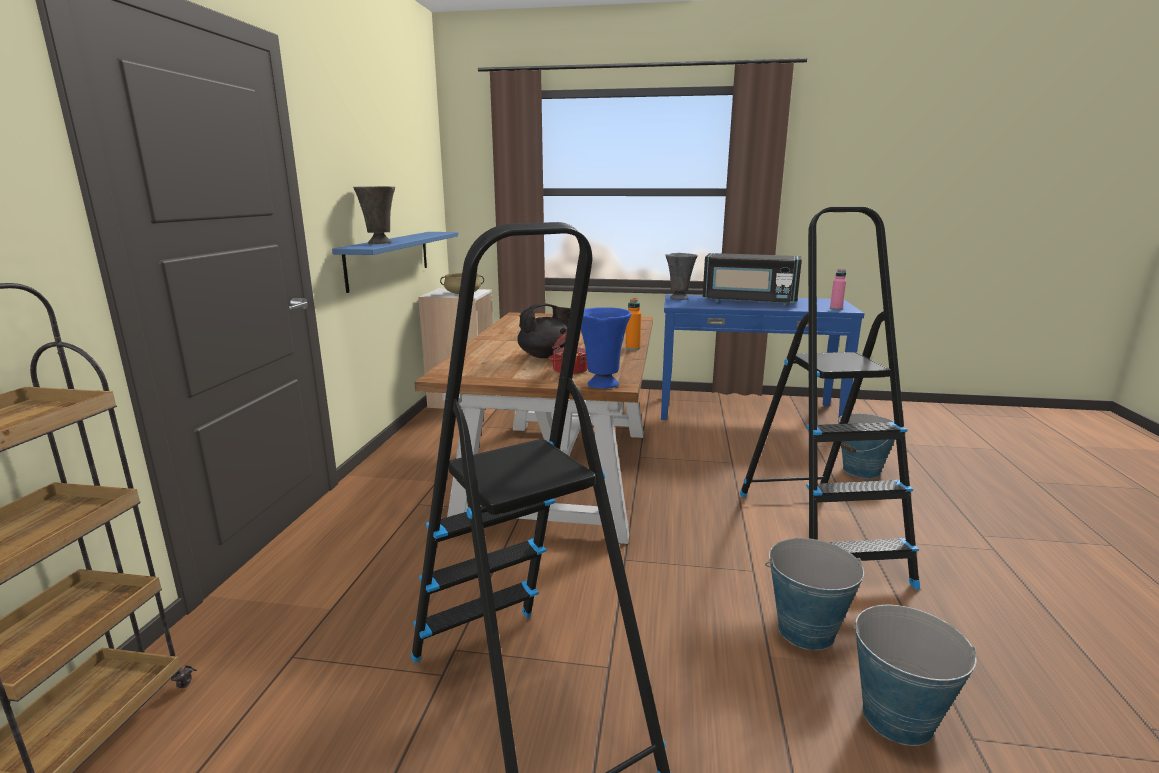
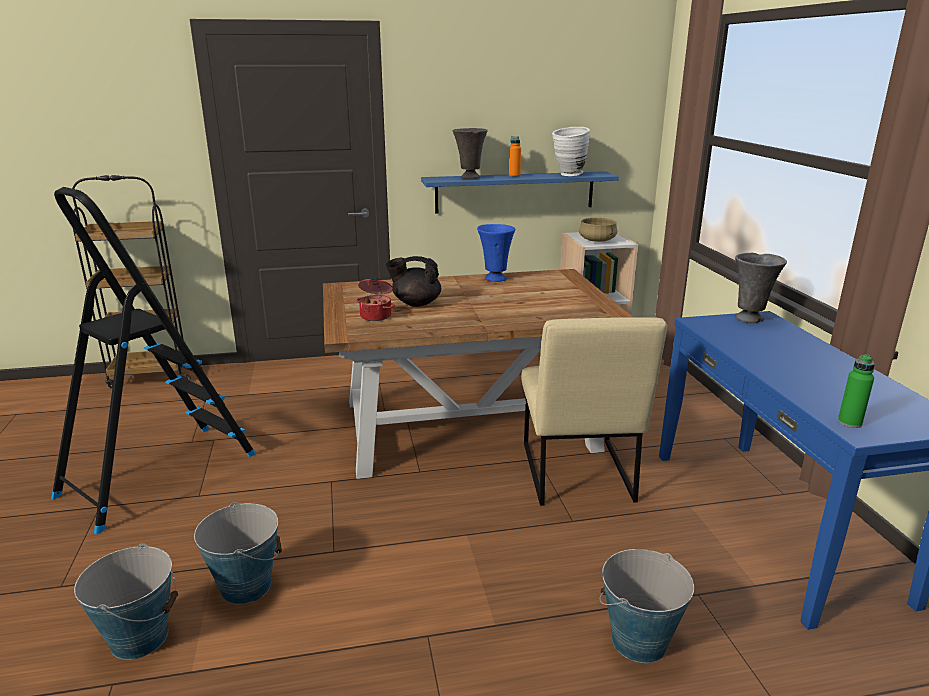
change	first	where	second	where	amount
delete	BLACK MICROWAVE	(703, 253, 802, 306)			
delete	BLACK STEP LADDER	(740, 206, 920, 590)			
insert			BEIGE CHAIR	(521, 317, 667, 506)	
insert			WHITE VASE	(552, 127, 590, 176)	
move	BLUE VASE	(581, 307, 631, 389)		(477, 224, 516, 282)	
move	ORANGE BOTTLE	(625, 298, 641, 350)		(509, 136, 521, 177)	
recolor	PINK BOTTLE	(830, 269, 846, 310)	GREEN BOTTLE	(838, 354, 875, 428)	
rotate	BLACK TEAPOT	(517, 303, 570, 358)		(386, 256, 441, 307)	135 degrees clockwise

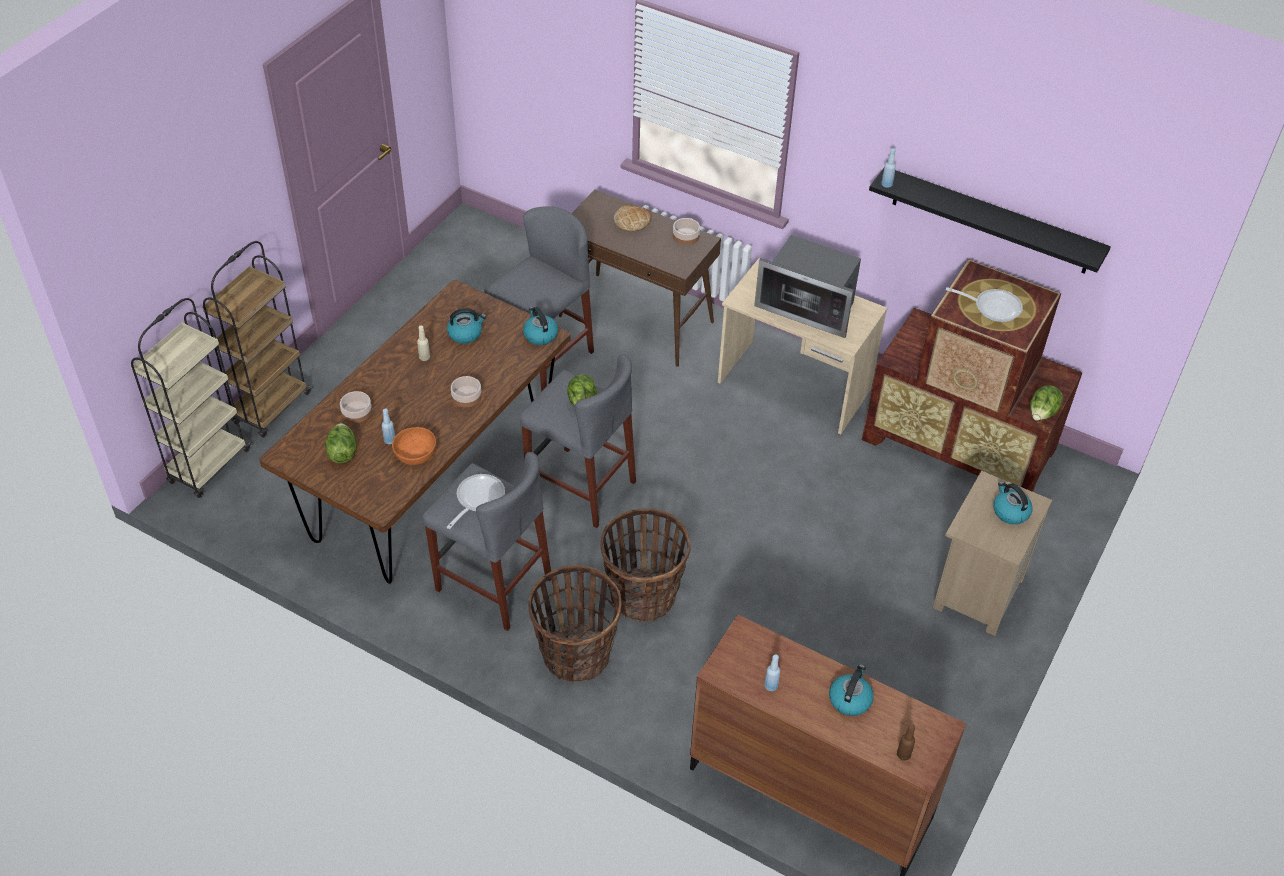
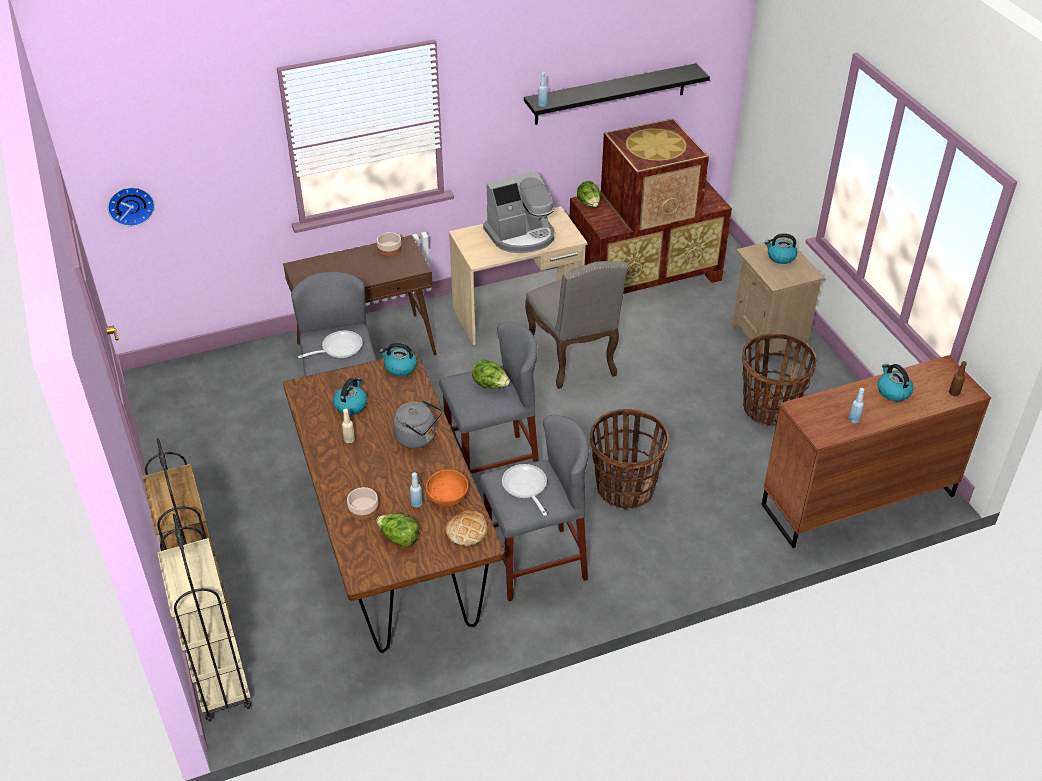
change	first	where	second	where	amount
insert			WALL CLOCK	(108, 187, 155, 226)	
insert			GREY CHAIR	(525, 261, 628, 389)	
move	BASKET	(528, 565, 621, 683)		(742, 333, 817, 426)	
move	BREAD	(614, 205, 651, 232)		(445, 510, 488, 546)	
move	FRYING PAN	(946, 287, 1023, 322)		(298, 331, 363, 358)	
move	LETTUCE	(1030, 385, 1063, 421)		(577, 181, 601, 207)	
replace	BOWL	(451, 376, 482, 407)	GREY KETTLE	(393, 400, 442, 449)	
replace	MICROWAVE	(754, 235, 861, 338)	COFFEE MACHINE	(483, 171, 555, 253)	

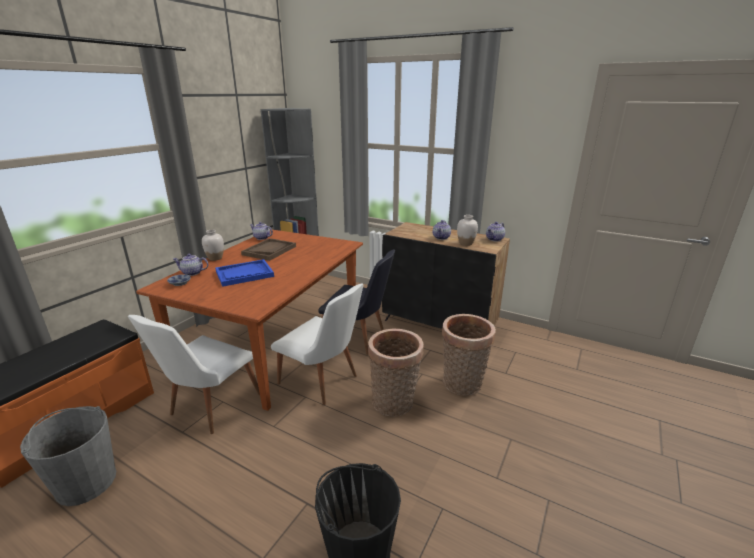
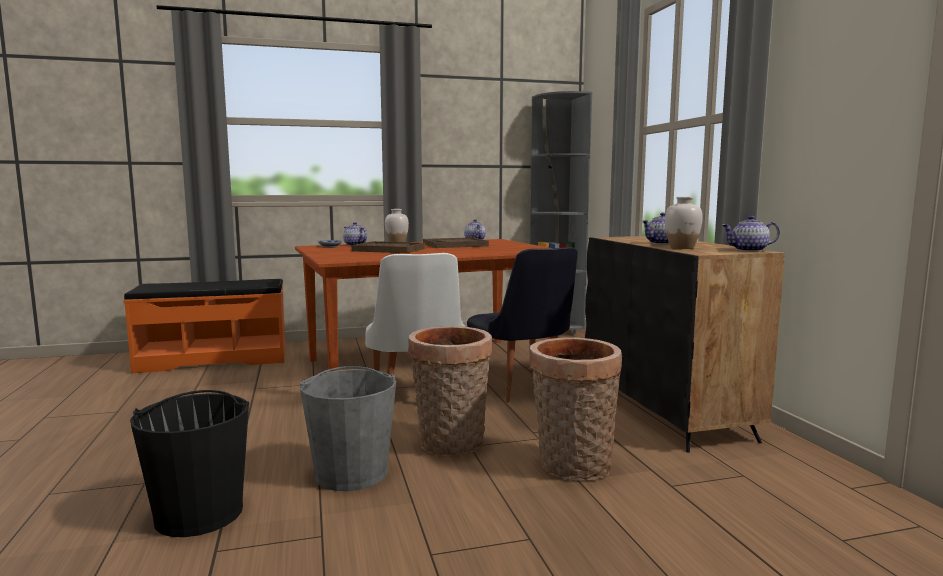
change	first	where	second	where	amount
delete	WHITE CHAIR	(128, 315, 260, 434)			
move	GREY BUCKET	(20, 406, 116, 506)		(300, 366, 396, 491)	
recolor	BLUE TRAY	(215, 259, 274, 287)	BROWN TRAY	(351, 241, 425, 253)	

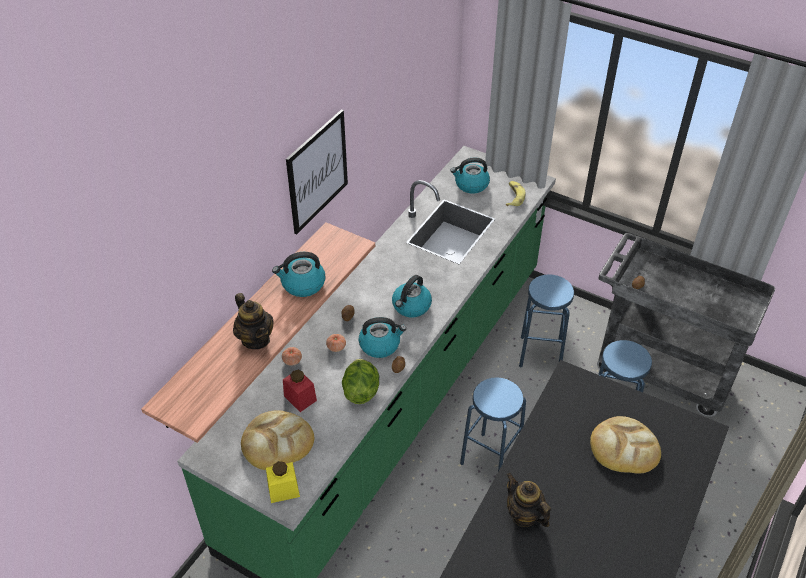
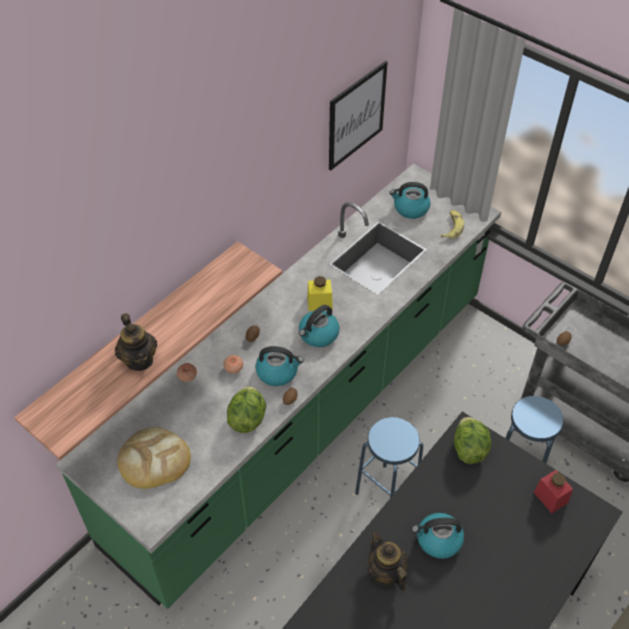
change	first	where	second	where	amount
delete	BLUE STOOL	(519, 274, 574, 368)			
delete	BREAD	(590, 416, 661, 474)			
insert			LETTUCE	(454, 417, 492, 464)	
move	YELLOW JAR	(266, 461, 300, 503)		(307, 276, 333, 311)	
move	KETTLE	(272, 252, 325, 297)		(412, 513, 464, 559)	
move	RED JAR	(283, 369, 317, 412)		(534, 470, 573, 513)	
move	PICTURE	(286, 109, 348, 234)		(329, 61, 388, 171)	

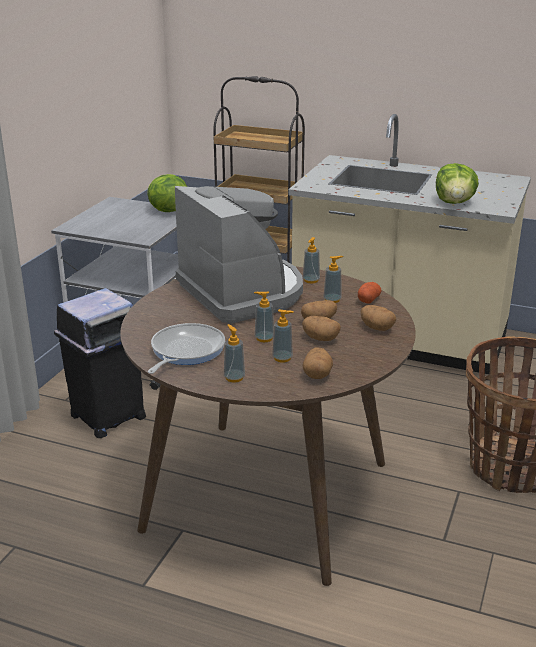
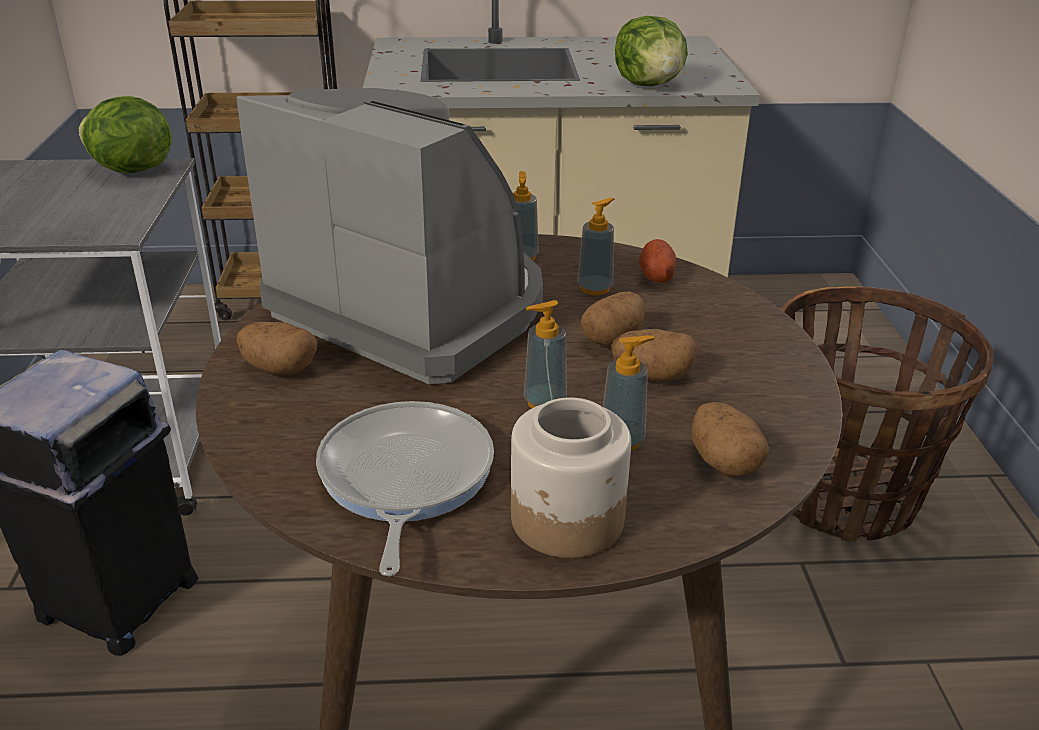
change	first	where	second	where	amount
move	POTATO	(361, 305, 396, 331)		(236, 322, 317, 374)	
replace	SOAP DISPENSER	(224, 324, 245, 383)	JAR	(511, 397, 631, 558)	

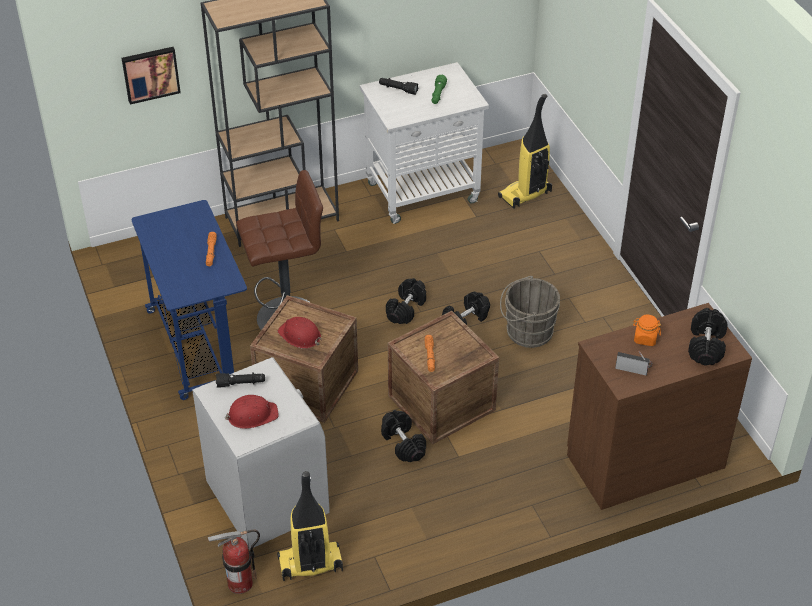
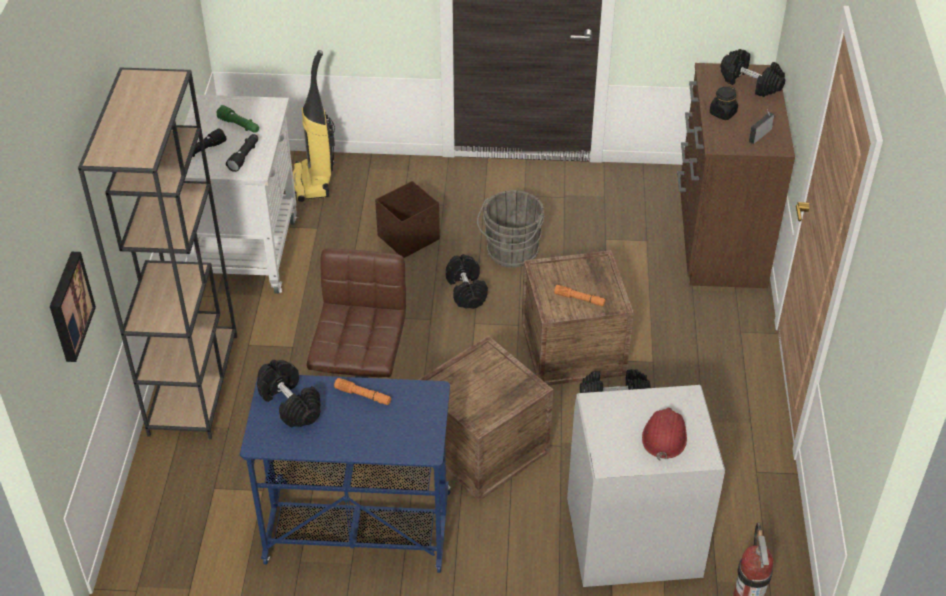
change	first	where	second	where	amount
delete	VACUUM CLEANER	(277, 471, 343, 581)			
delete	RED HARD HAT	(278, 317, 322, 349)			
insert			BROWN STORAGE BOX	(375, 181, 440, 258)	
move	BLACK FLASHLIGHT	(216, 372, 265, 388)		(226, 134, 258, 172)	
move	BLACK DUMBBELL	(386, 278, 426, 324)		(257, 360, 321, 427)	
recolor	ORANGE JAR	(633, 315, 661, 346)	BLACK JAR	(710, 86, 738, 120)	

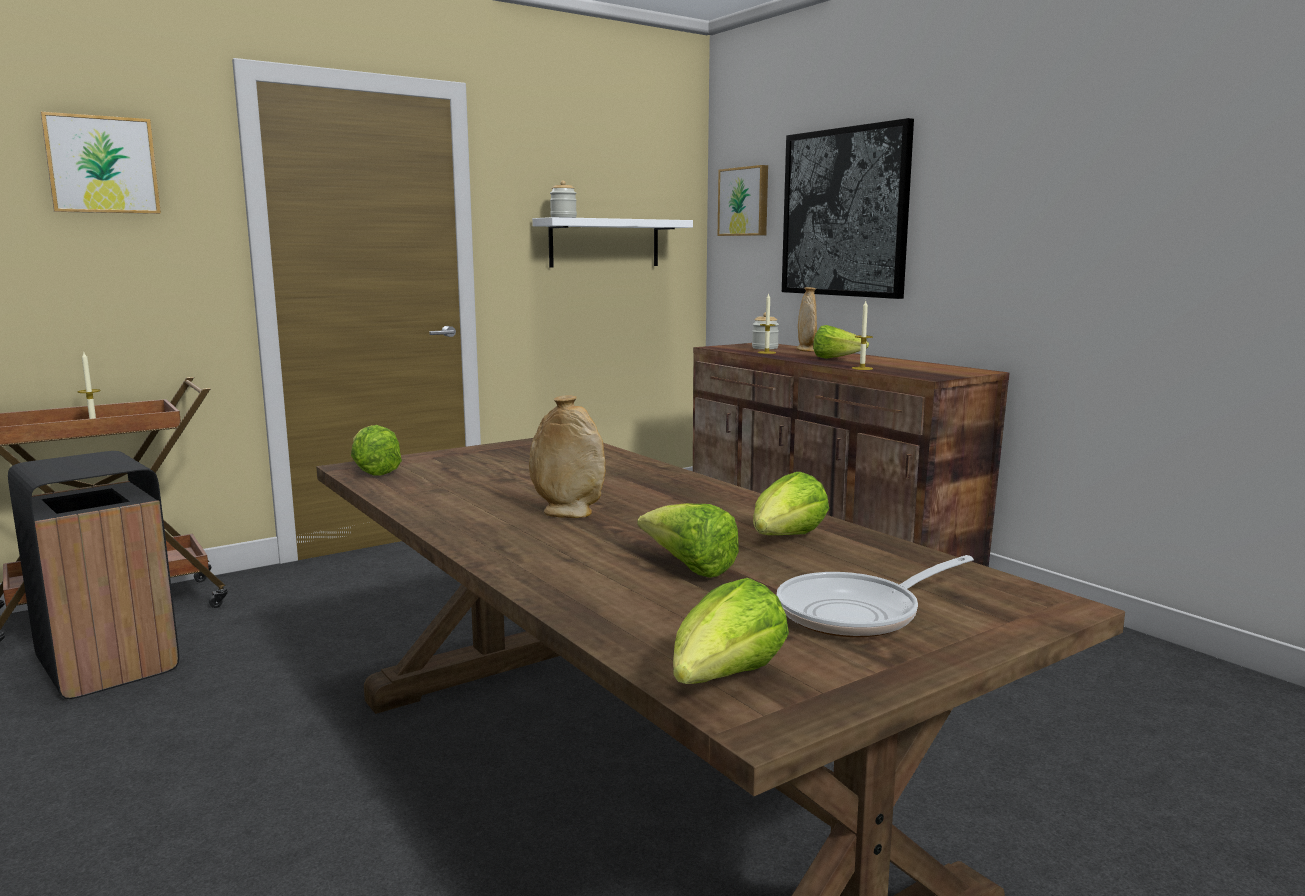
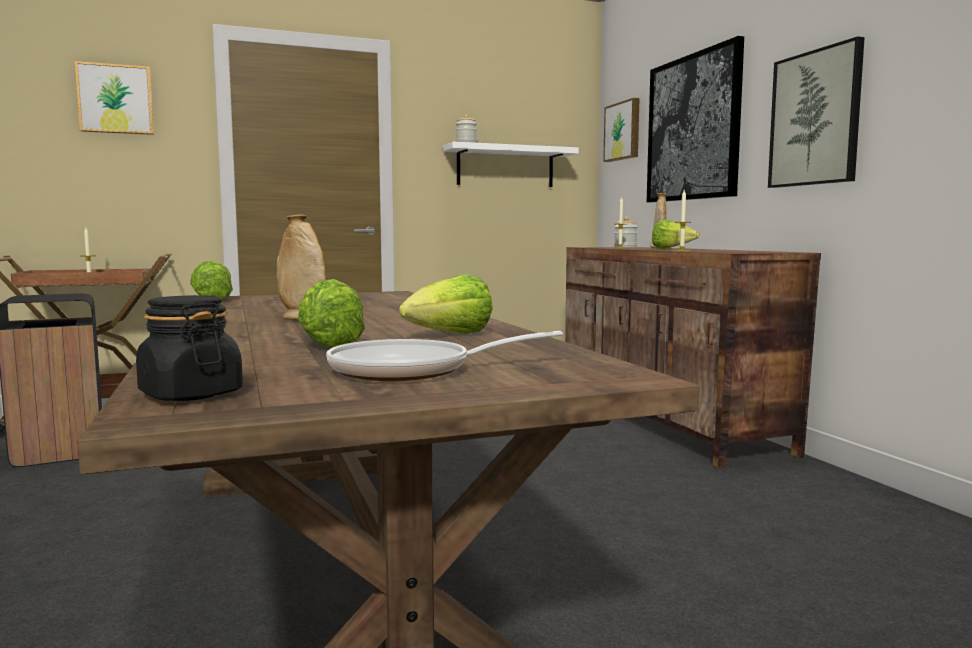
change	first	where	second	where	amount
insert			PICTURE	(768, 36, 865, 188)	
replace	LETTUCE	(673, 578, 789, 684)	BLACK JAR	(136, 295, 243, 401)	

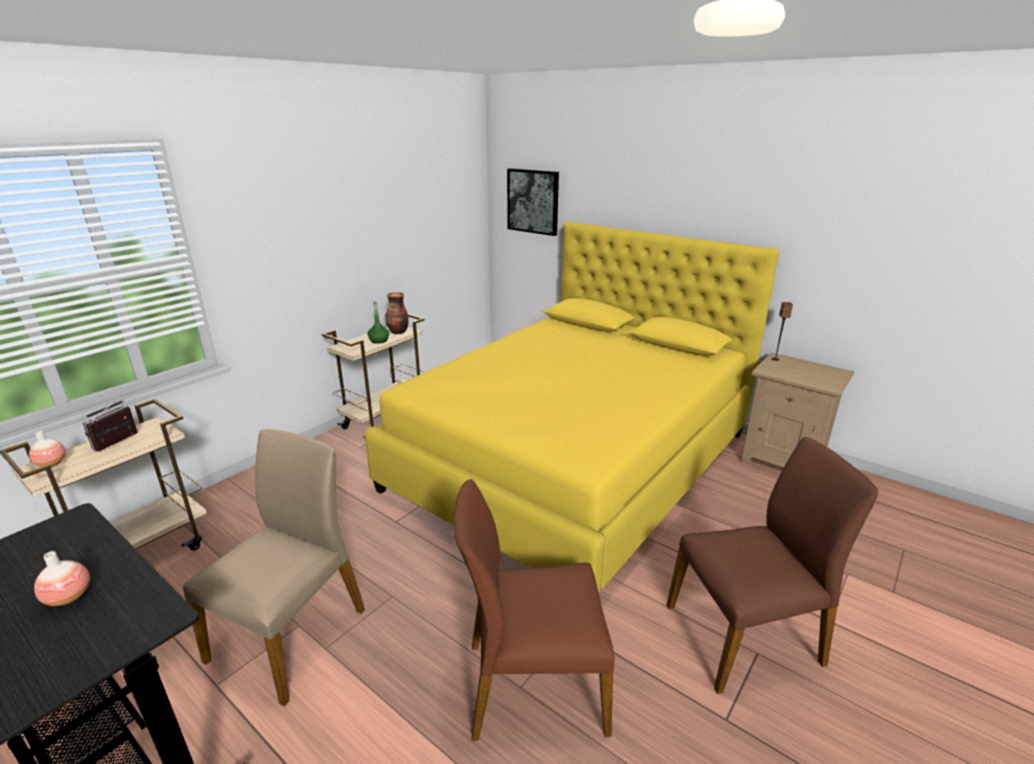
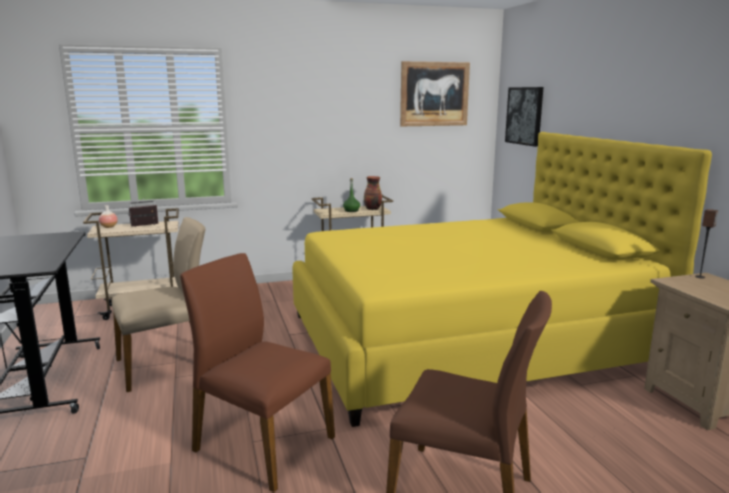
change	first	where	second	where	amount
delete	VASE	(34, 551, 90, 606)			
insert			PICTURE	(400, 61, 470, 126)	

